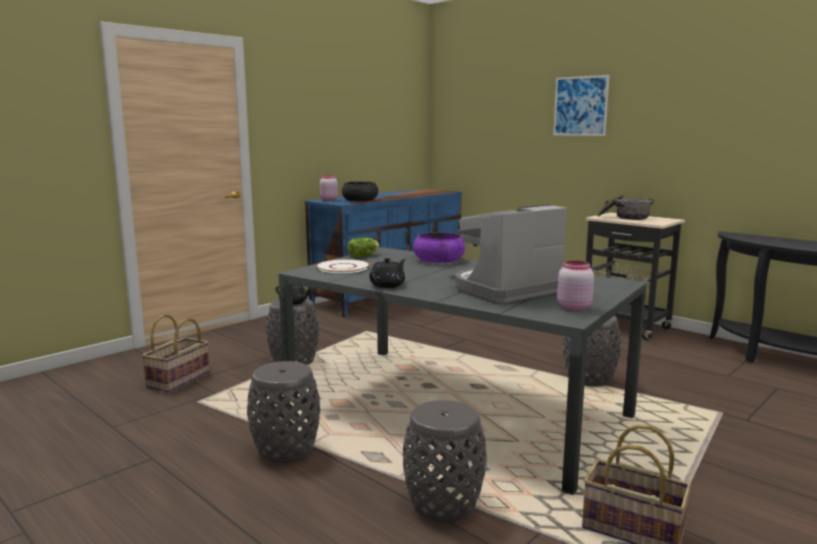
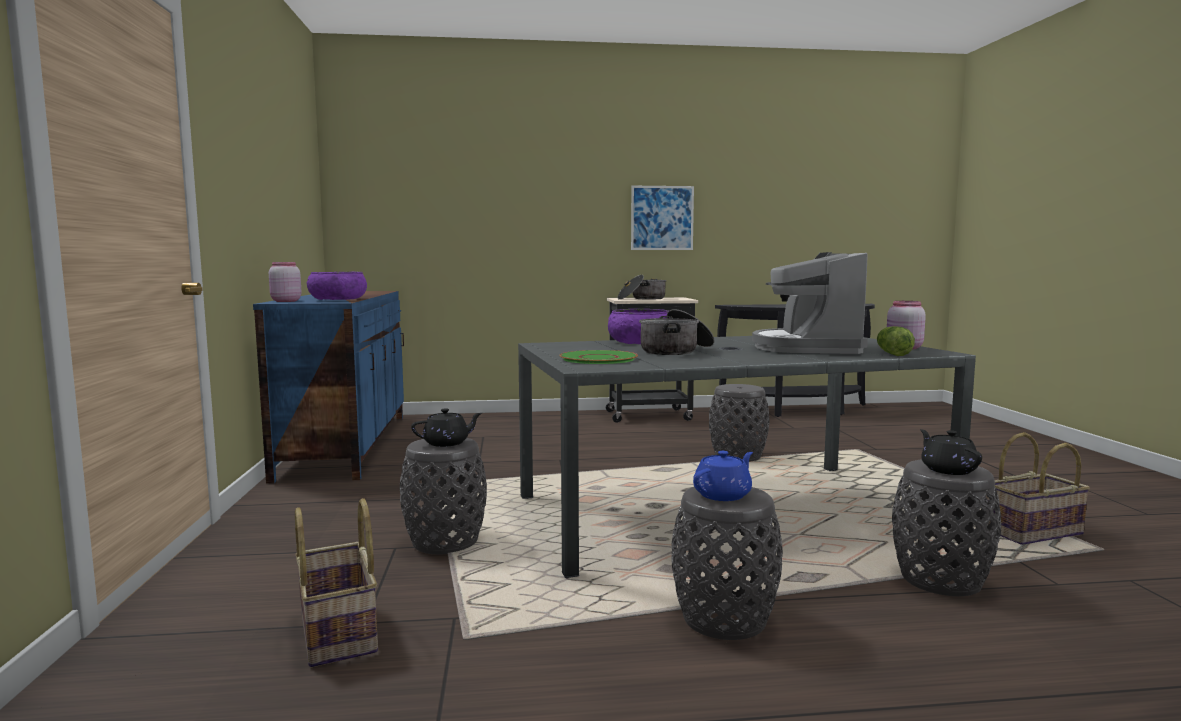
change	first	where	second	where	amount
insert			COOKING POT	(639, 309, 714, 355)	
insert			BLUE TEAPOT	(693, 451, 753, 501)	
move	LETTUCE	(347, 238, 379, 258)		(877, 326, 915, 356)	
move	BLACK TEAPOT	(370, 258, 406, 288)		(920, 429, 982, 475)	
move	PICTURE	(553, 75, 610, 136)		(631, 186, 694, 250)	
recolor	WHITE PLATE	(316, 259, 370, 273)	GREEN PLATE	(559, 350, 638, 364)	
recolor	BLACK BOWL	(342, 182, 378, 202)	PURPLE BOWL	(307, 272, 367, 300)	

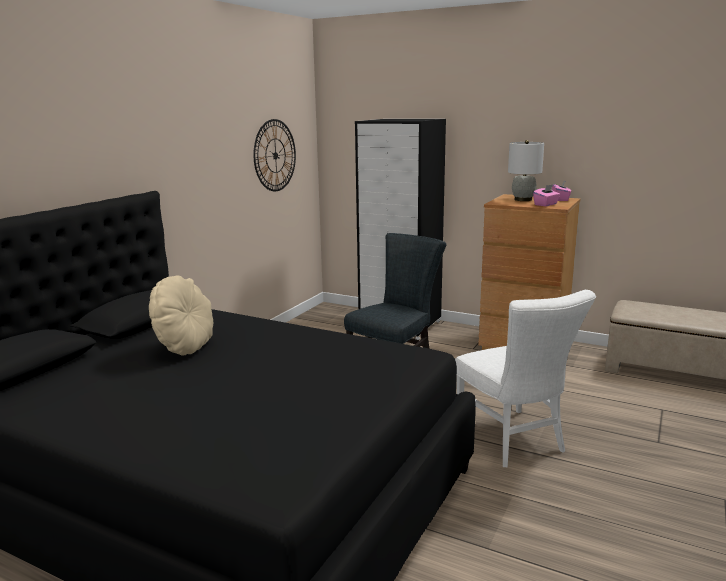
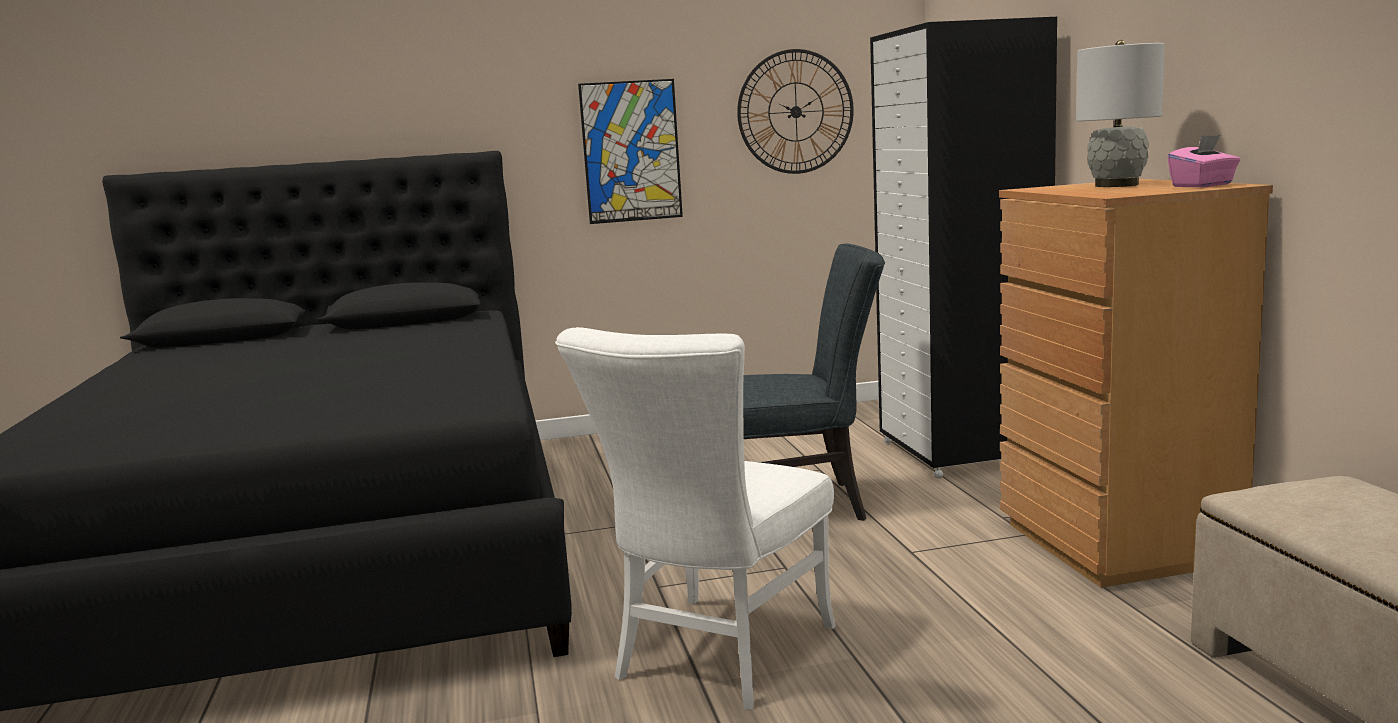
change	first	where	second	where	amount
delete	BEIGE PILLOW	(149, 275, 213, 356)			
delete	PINK TISSUE BOX	(533, 185, 560, 206)			
insert			PICTURE	(578, 79, 683, 224)	

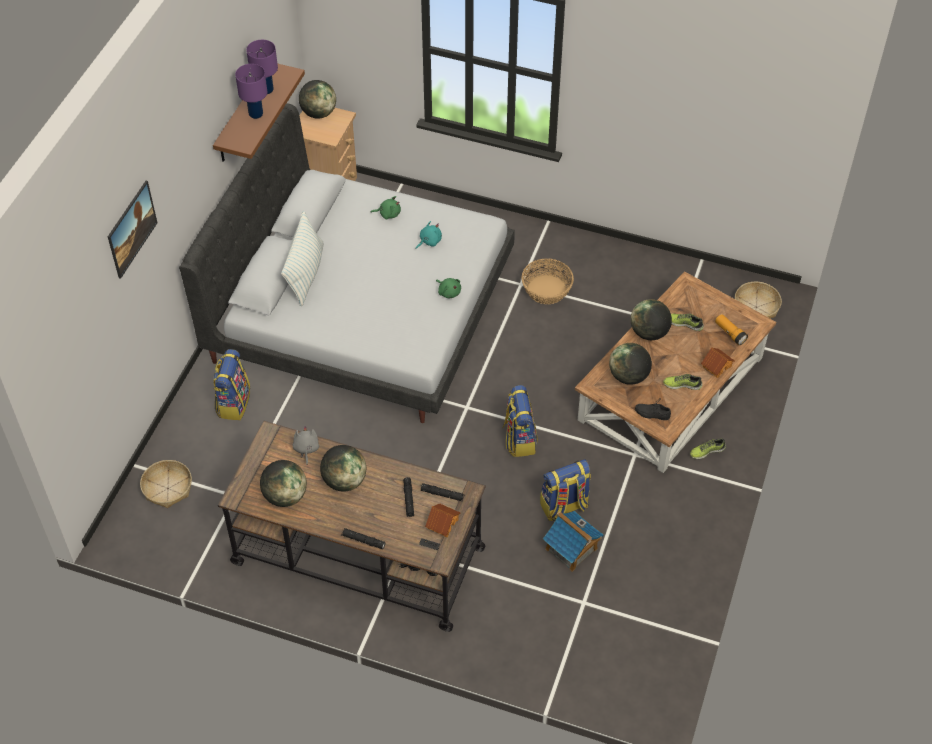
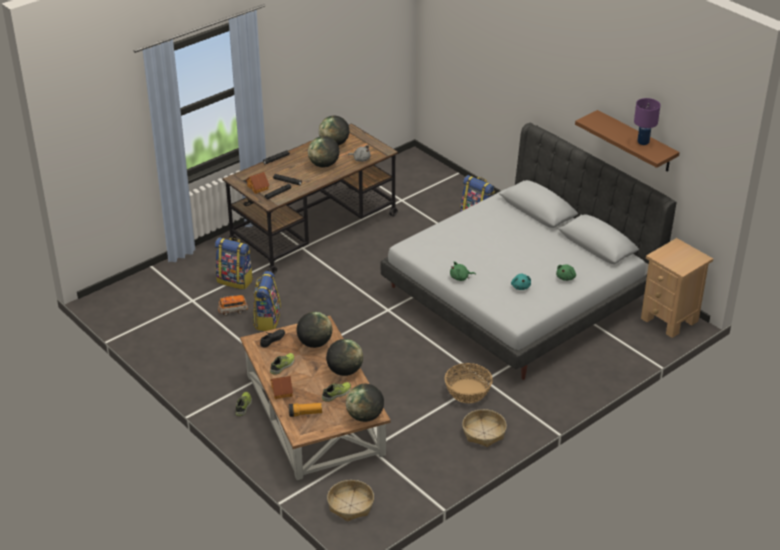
change	first	where	second	where	amount
delete	PICTURE	(108, 181, 157, 279)			
delete	PURPLE TABLE LAMP	(235, 64, 267, 119)			
delete	PILLOW	(281, 211, 324, 306)			
move	BASKET	(140, 460, 192, 508)		(462, 409, 507, 447)	
move	GLOBE	(299, 80, 336, 119)		(346, 384, 384, 422)	
move	BACKPACK	(503, 385, 538, 457)		(215, 237, 253, 290)	
replace	TOY HOUSE	(543, 511, 604, 572)	TOY CAR	(218, 295, 248, 316)	

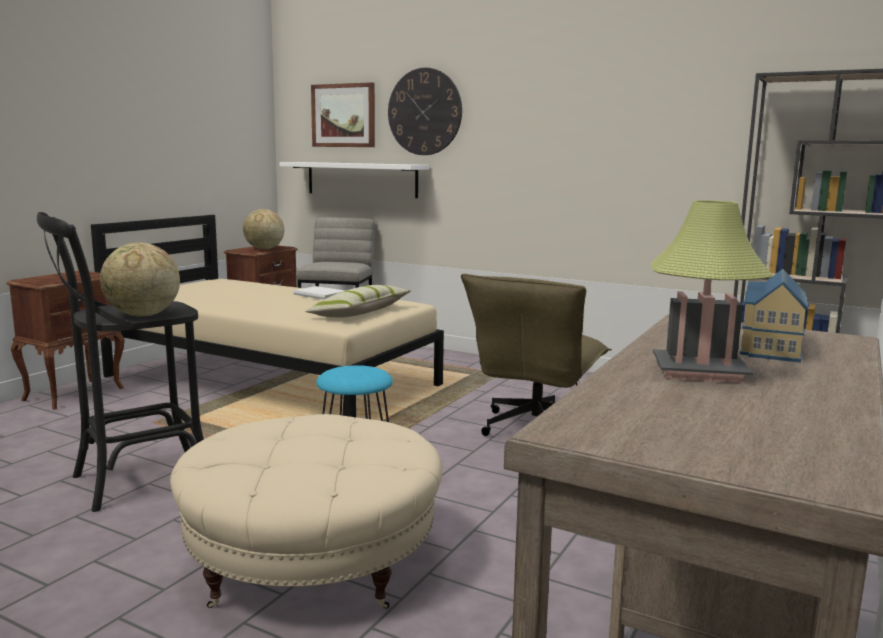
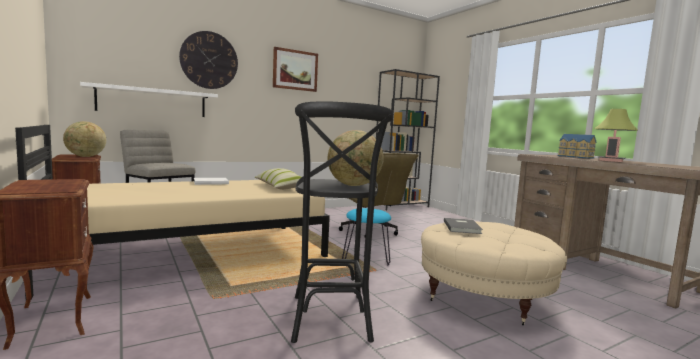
change	first	where	second	where	amount
insert			GREY BOOK	(444, 218, 483, 234)	
move	PICTURE	(311, 82, 375, 147)		(273, 47, 318, 92)	

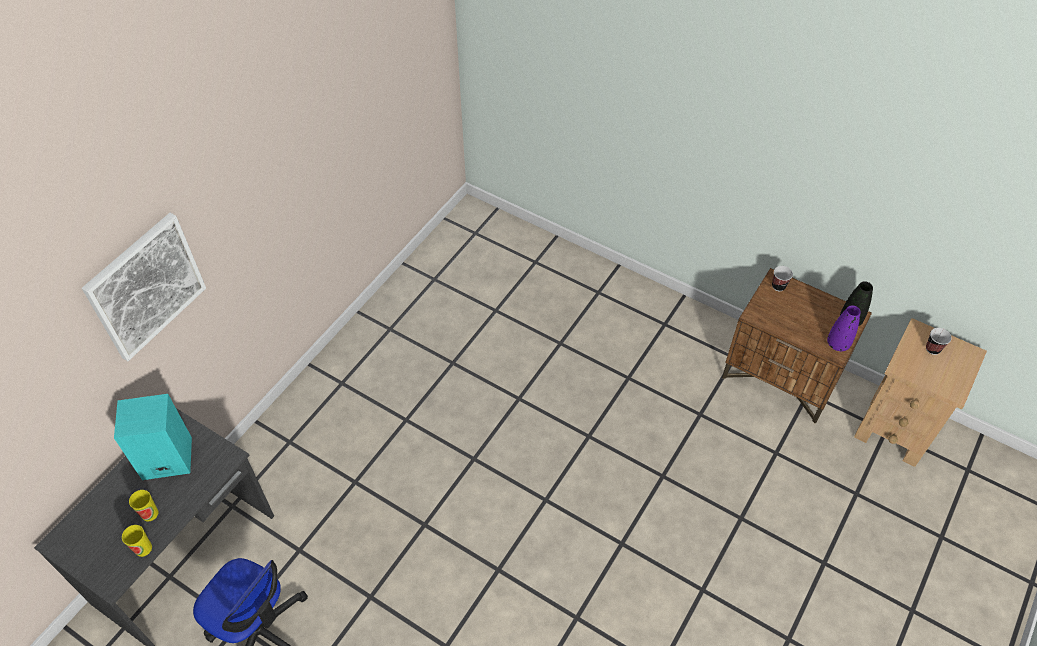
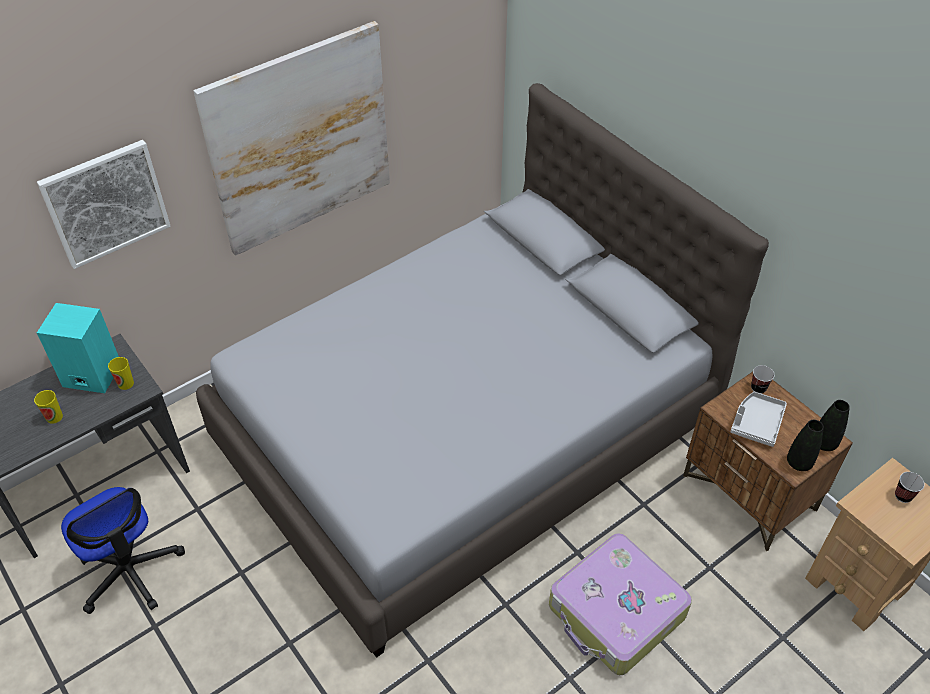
change	first	where	second	where	amount
insert			PICTURE	(193, 21, 390, 256)	
insert			GREY BED	(196, 83, 769, 658)	
insert			SUITCASE	(549, 533, 692, 675)	
insert			GREY TRAY	(731, 392, 787, 447)	
move	CUP	(122, 525, 152, 557)		(108, 357, 134, 390)	
recolor	PURPLE VASE	(827, 305, 860, 351)	BLACK VASE	(787, 420, 824, 471)	

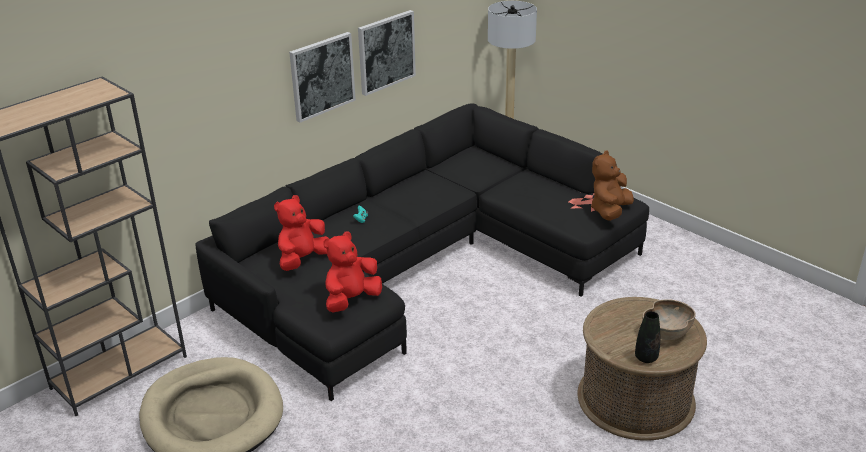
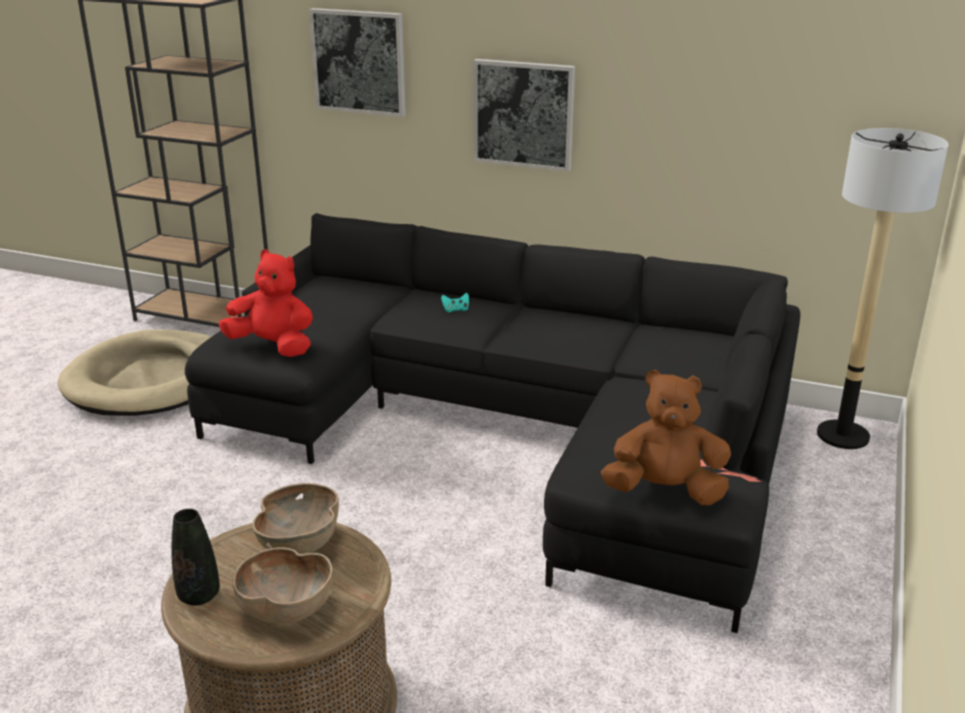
change	first	where	second	where	amount
delete	RED PLUSH TOY	(274, 195, 329, 271)			
insert			BROWN BOWL	(252, 483, 339, 554)	
move	PICTURE	(358, 10, 416, 96)		(309, 8, 406, 117)	

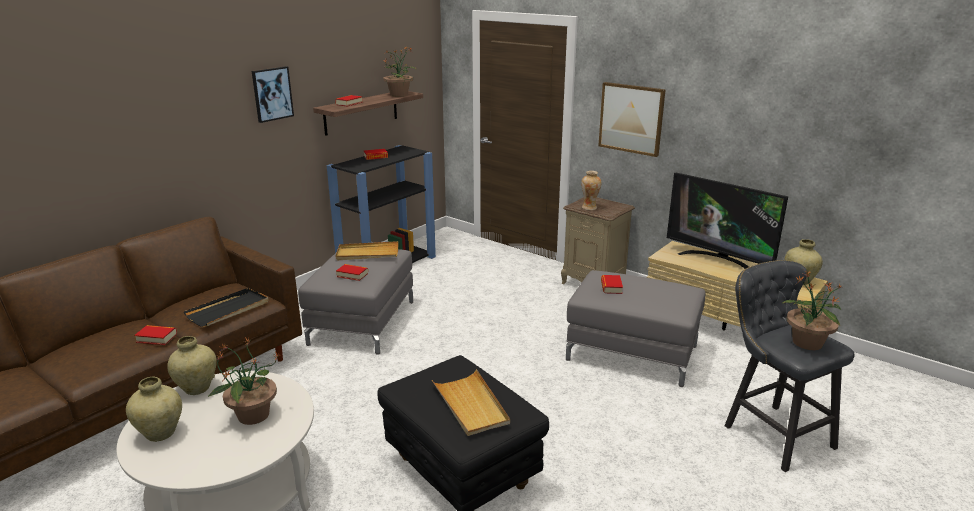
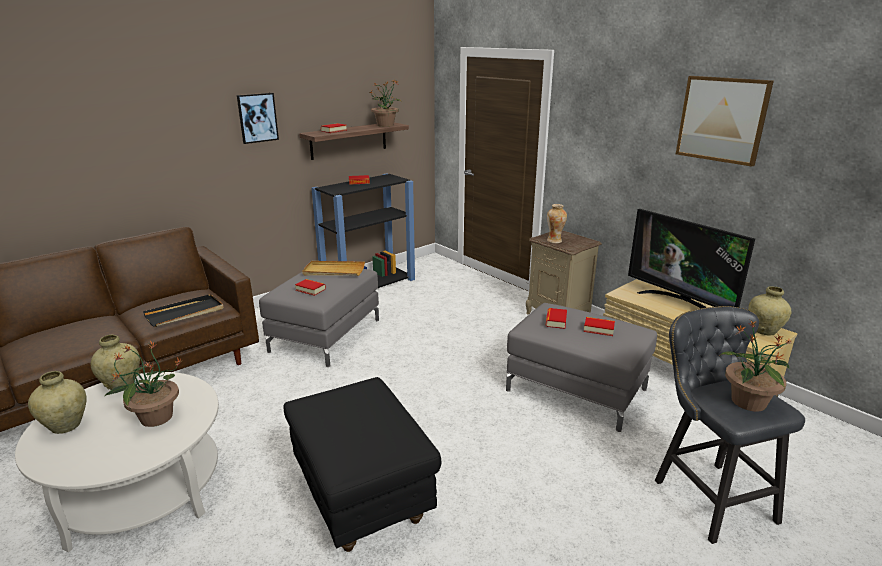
change	first	where	second	where	amount
delete	BEIGE TRAY	(432, 369, 510, 436)			
move	BOOK	(134, 325, 177, 345)		(584, 317, 615, 336)	
move	PICTURE	(598, 82, 666, 157)		(676, 76, 774, 167)	

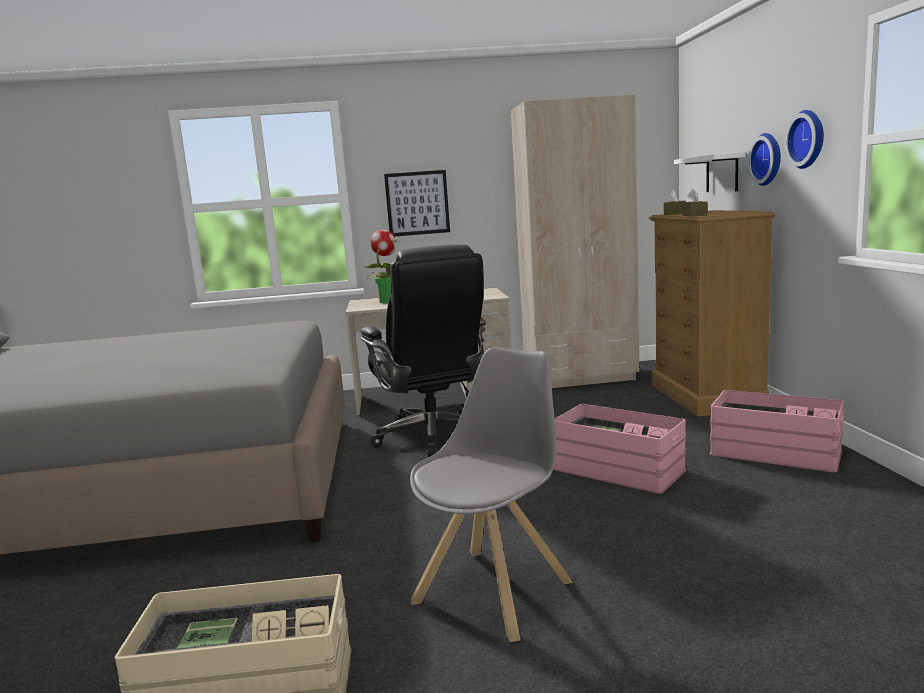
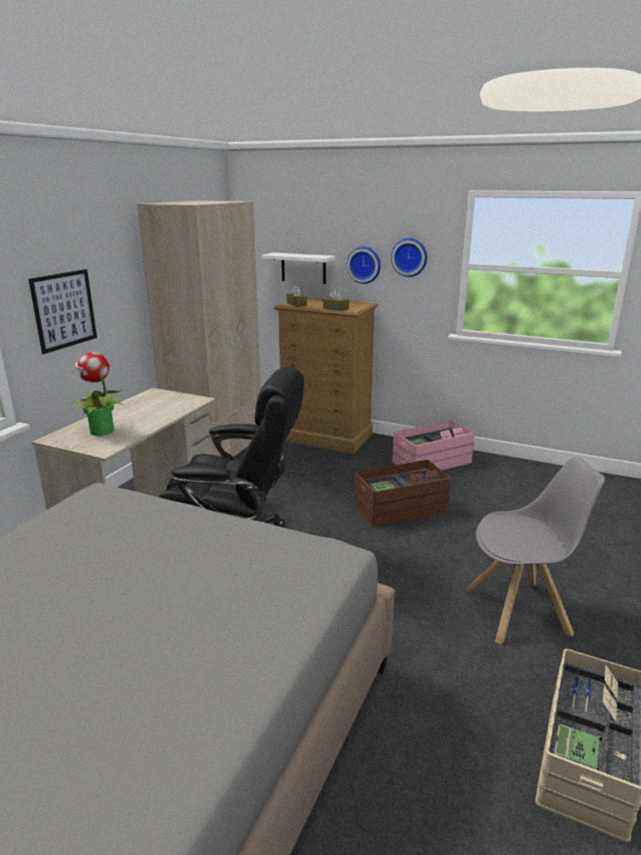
change	first	where	second	where	amount
recolor	PINK STORAGE BOX	(554, 404, 686, 494)	BROWN STORAGE BOX	(354, 460, 450, 528)	
rotate	GREY CHAIR	(410, 347, 573, 642)		(465, 457, 605, 645)	105 degrees clockwise

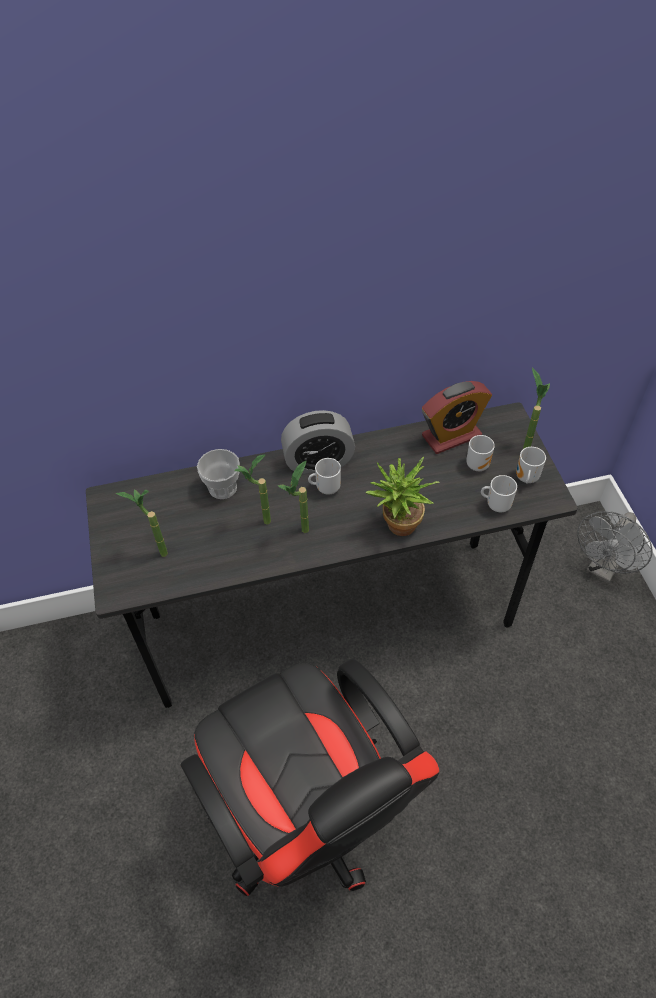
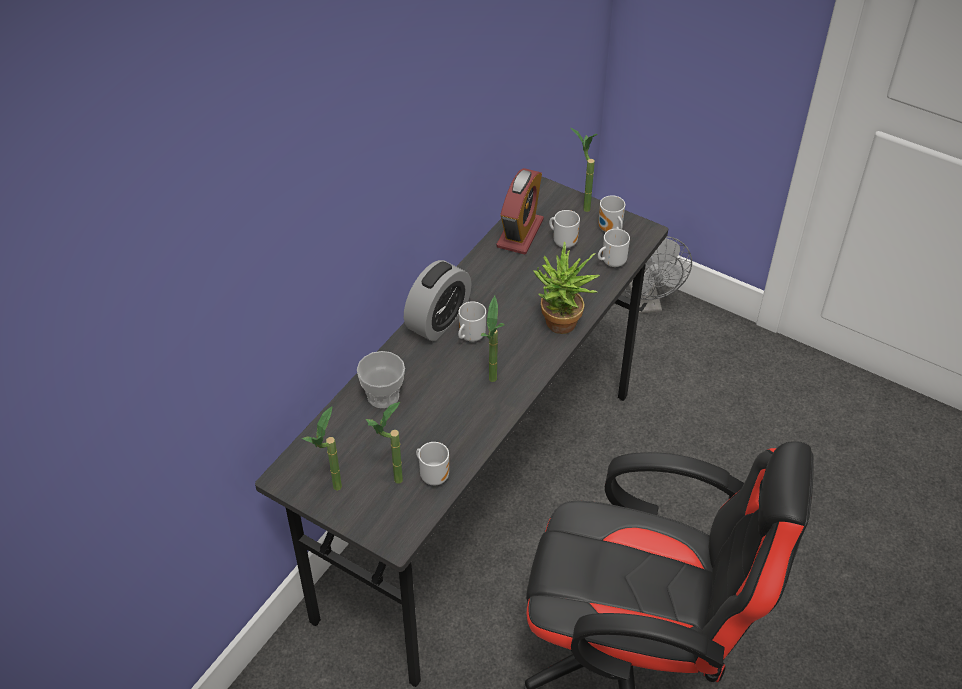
change	first	where	second	where	amount
insert			MUG	(416, 442, 449, 485)	
move	POTTED PLANT	(235, 454, 271, 525)		(302, 406, 342, 491)	

